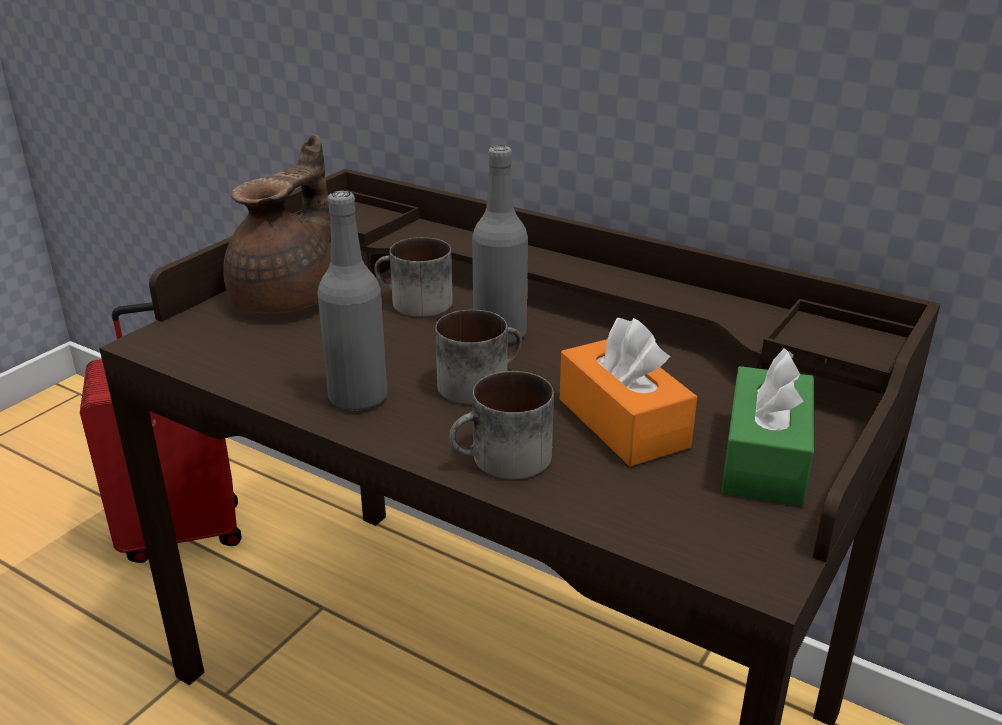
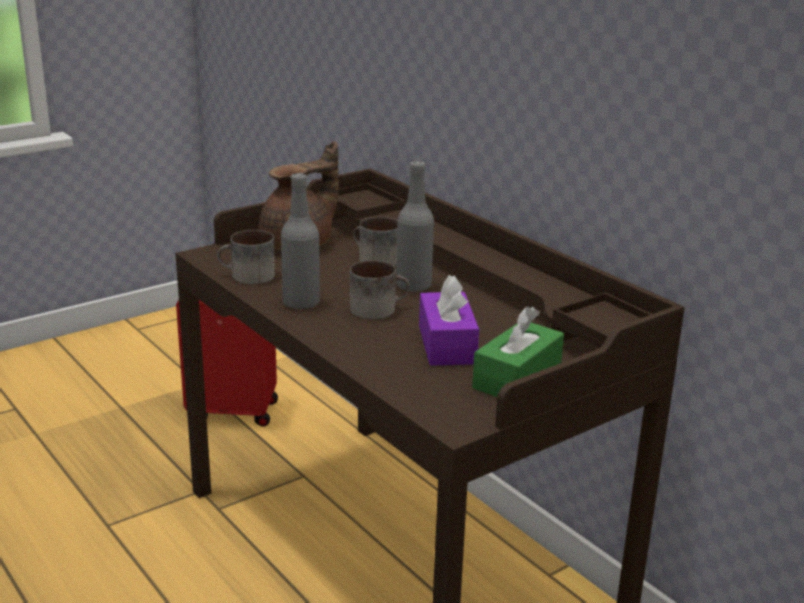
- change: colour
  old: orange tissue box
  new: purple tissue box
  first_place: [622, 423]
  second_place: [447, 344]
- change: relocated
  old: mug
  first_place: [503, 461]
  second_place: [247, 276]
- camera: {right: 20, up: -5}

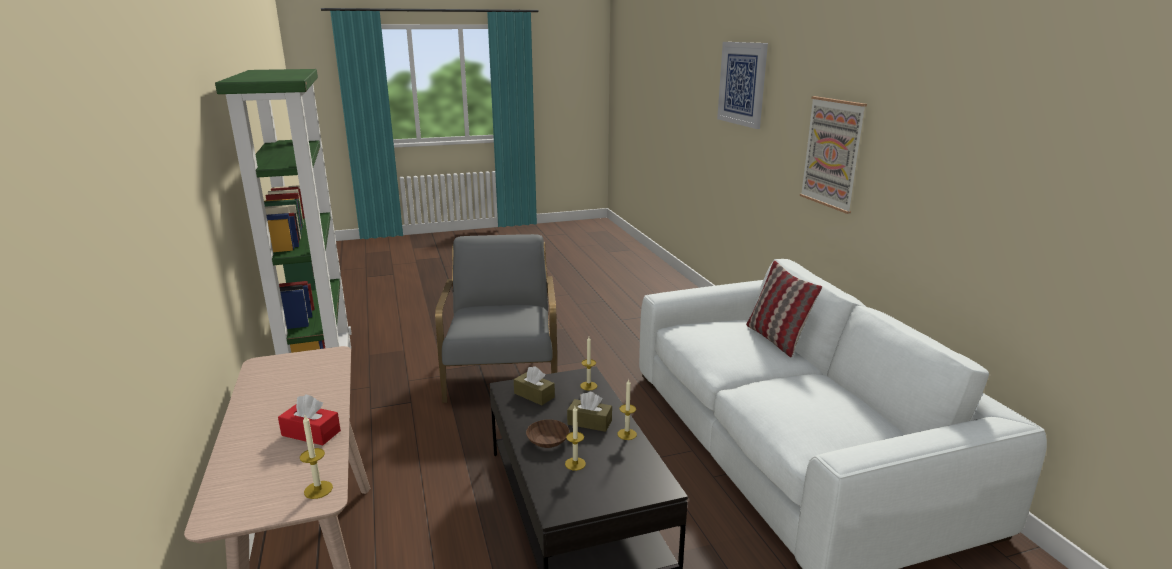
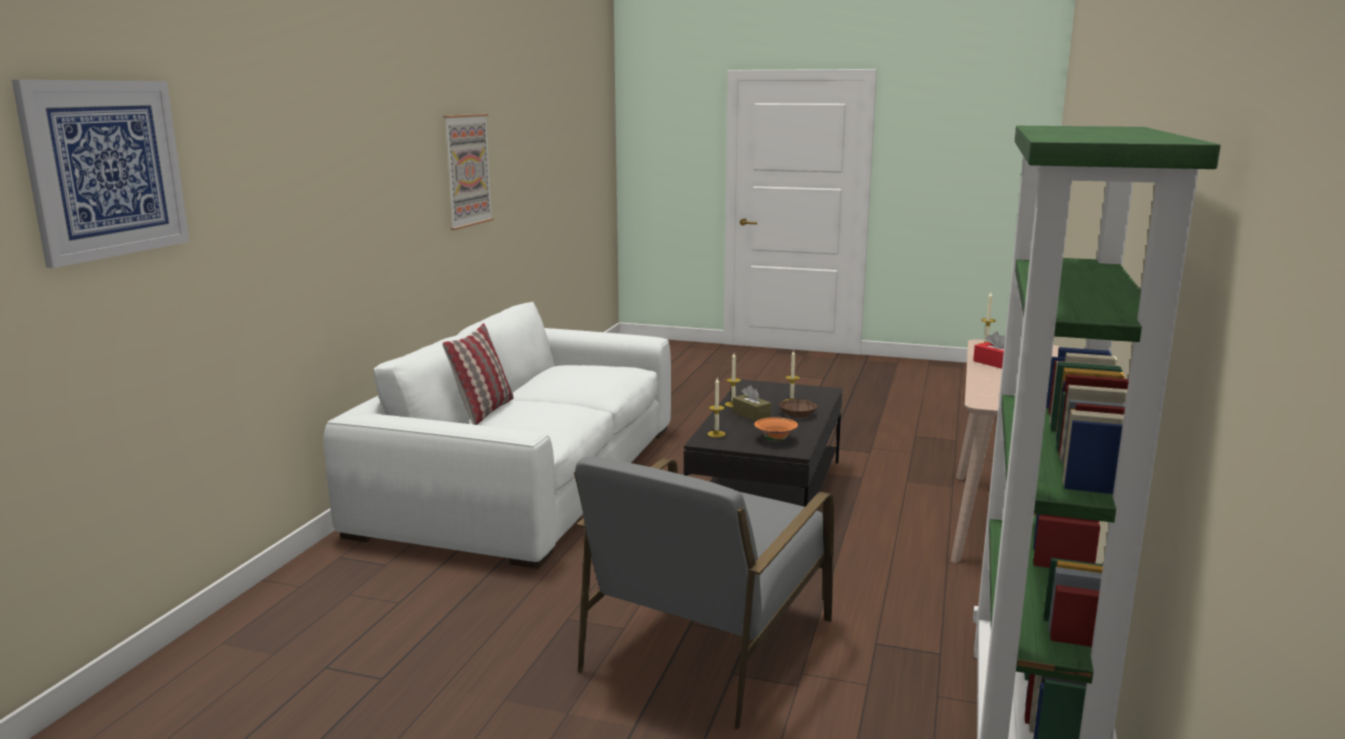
- change: relocated
  old: picture
  first_place: [832, 153]
  second_place: [467, 170]
- change: exchanged
  old: brown tissue box
  new: orange bowl
  first_place: [534, 395]
  second_place: [775, 440]
- camera: {right: -145, up: -5}

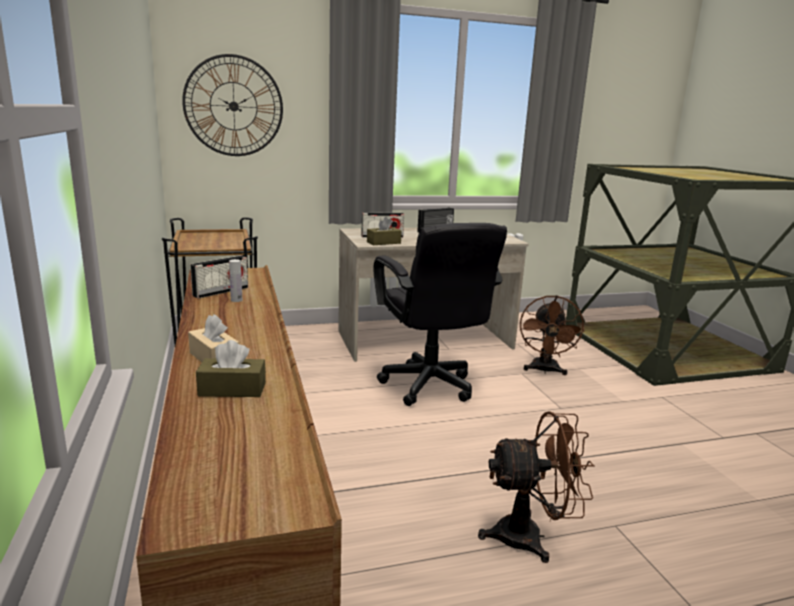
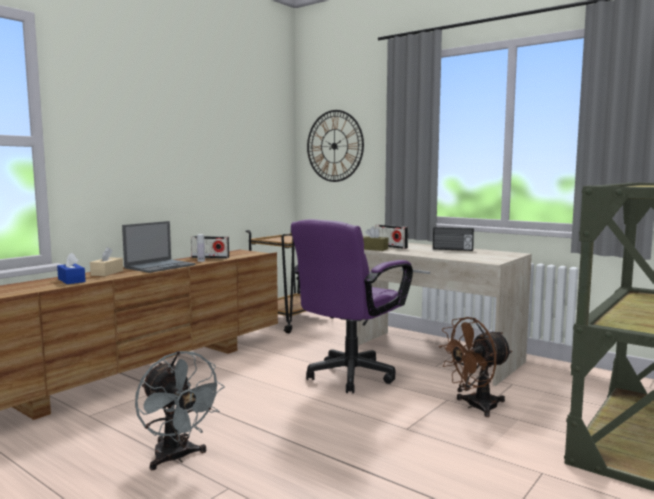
- change: colour
  old: black office chair
  new: purple office chair
  first_place: [431, 388]
  second_place: [348, 379]
- change: colour
  old: brown tissue box
  new: blue tissue box
  first_place: [232, 389]
  second_place: [71, 280]
- change: colour
  old: brown fan
  new: grey fan
  first_place: [530, 537]
  second_place: [177, 458]
- change: appeared
  new: laptop
  second_place: [160, 266]
- camera: {right: 55, up: -10}

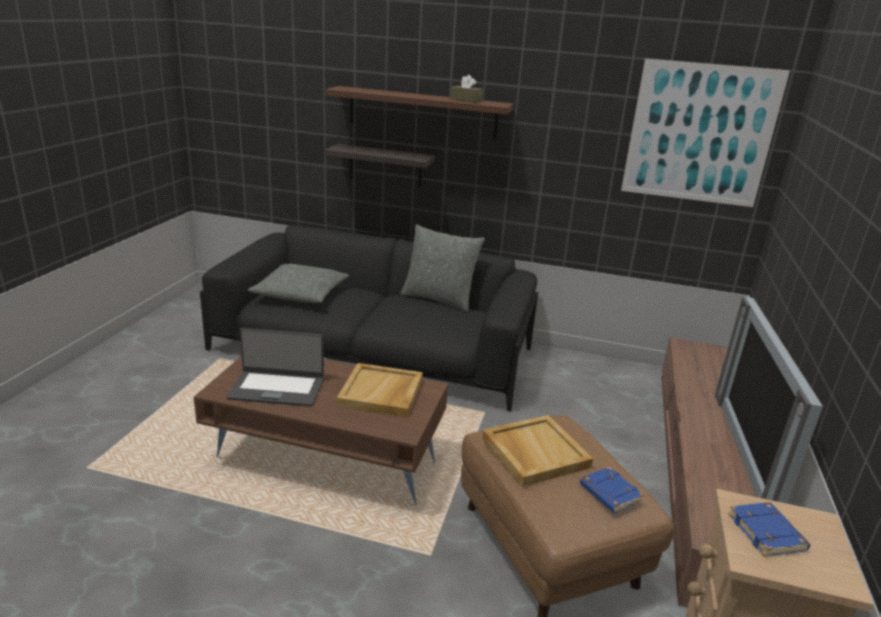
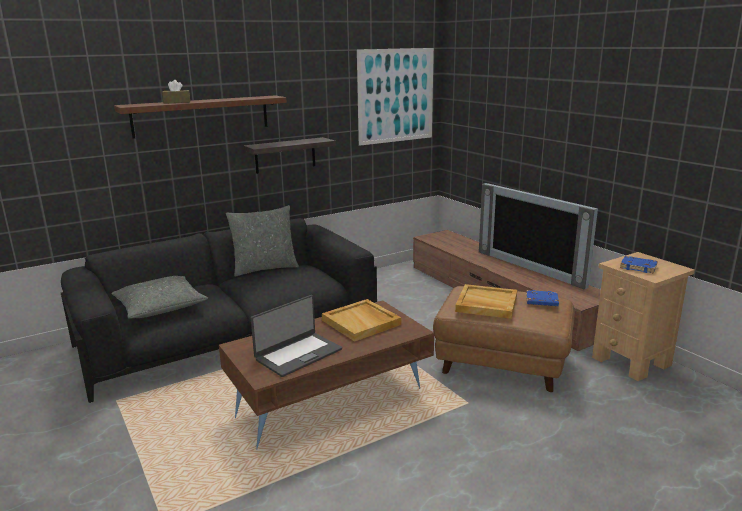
- change: relocated
  old: brown tissue box
  first_place: [466, 100]
  second_place: [177, 102]
- change: relocated
  old: shelf
  first_place: [385, 166]
  second_place: [285, 155]
- camera: {right: -45, up: -5}

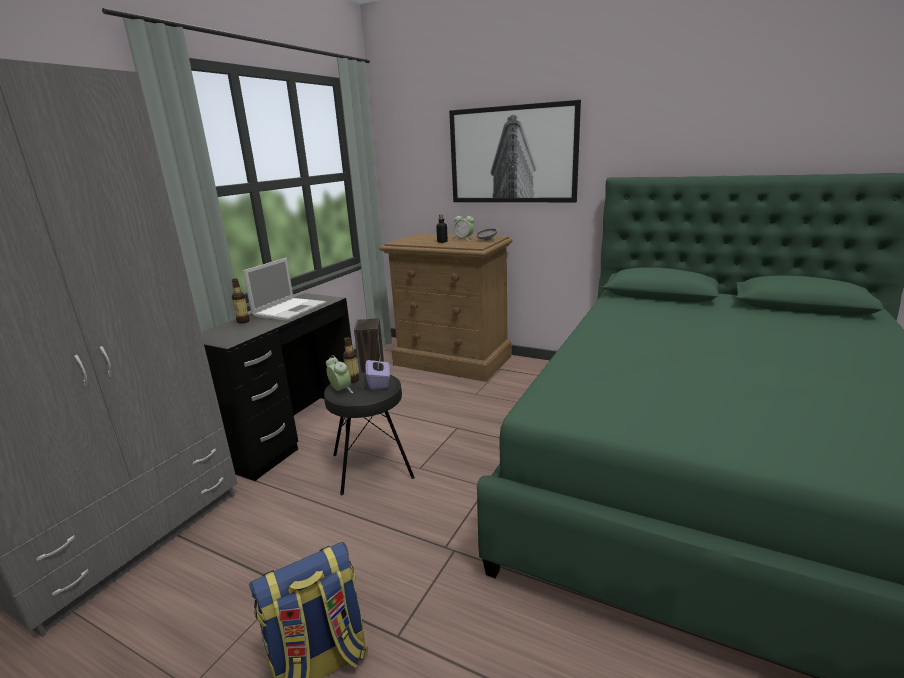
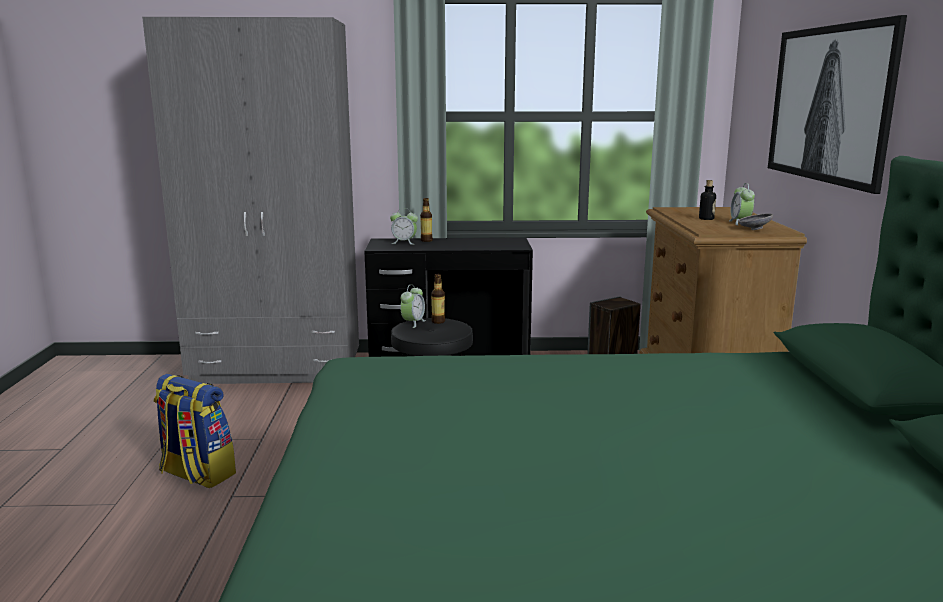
- change: missing
  old: laptop
  first_place: [290, 309]
- change: missing
  old: purple tissue box
  first_place: [379, 383]
- change: appeared
  new: alarm clock
  second_place: [404, 242]
- camera: {right: 60, up: -5}

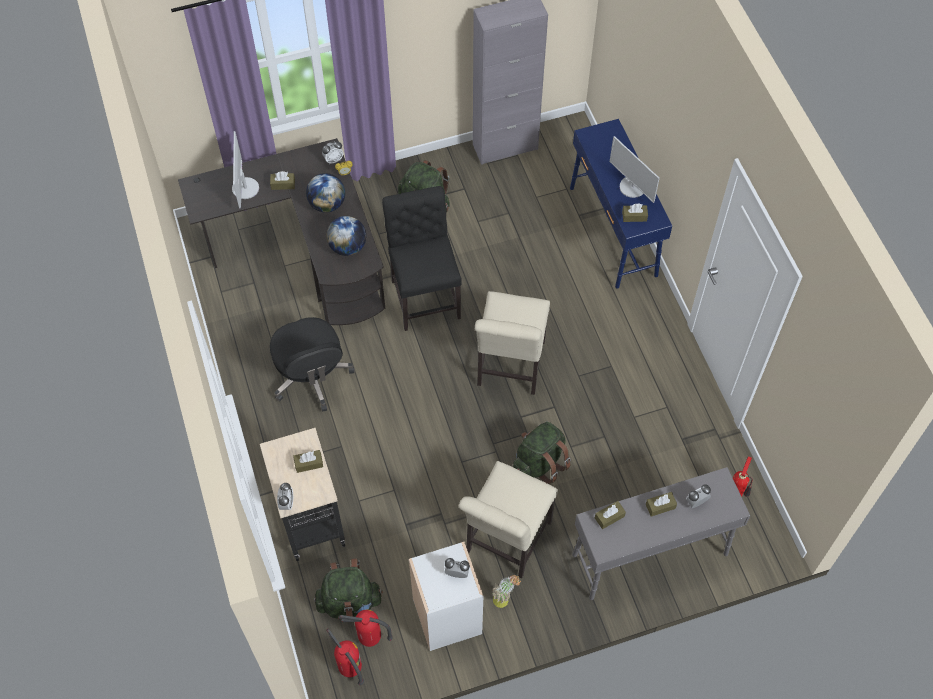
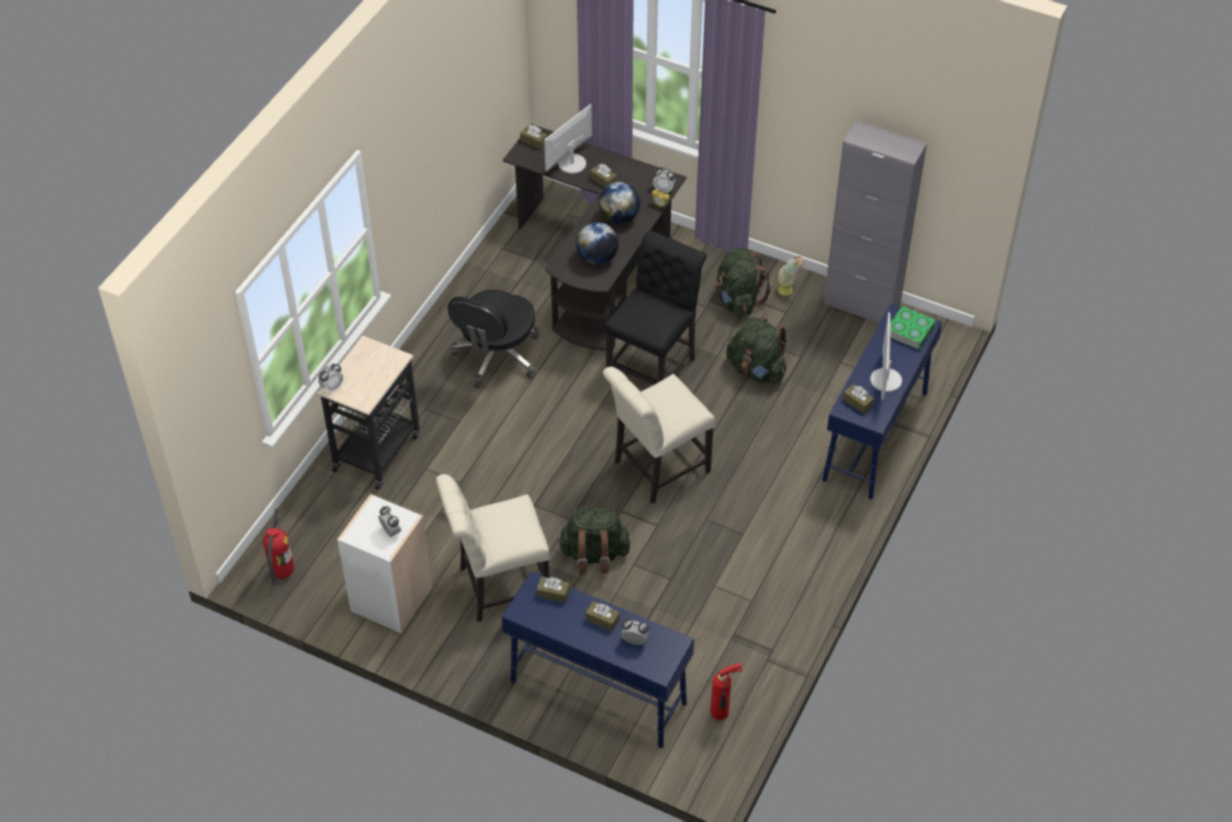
- change: relocated
  old: brown tissue box
  first_place: [309, 463]
  second_place: [534, 141]
- change: colour
  old: grey console table
  new: blue console table
  first_place: [649, 554]
  second_place: [598, 691]
- change: relocated
  old: green backpack
  first_place: [349, 601]
  second_place: [756, 370]
- change: relocated
  old: potted plant
  first_place: [504, 599]
  second_place: [788, 291]
- change: missing
  old: fire extinguisher
  first_place: [369, 639]
- change: appeared
  new: book
  second_place: [910, 331]
- camera: {right: 45, up: -10}

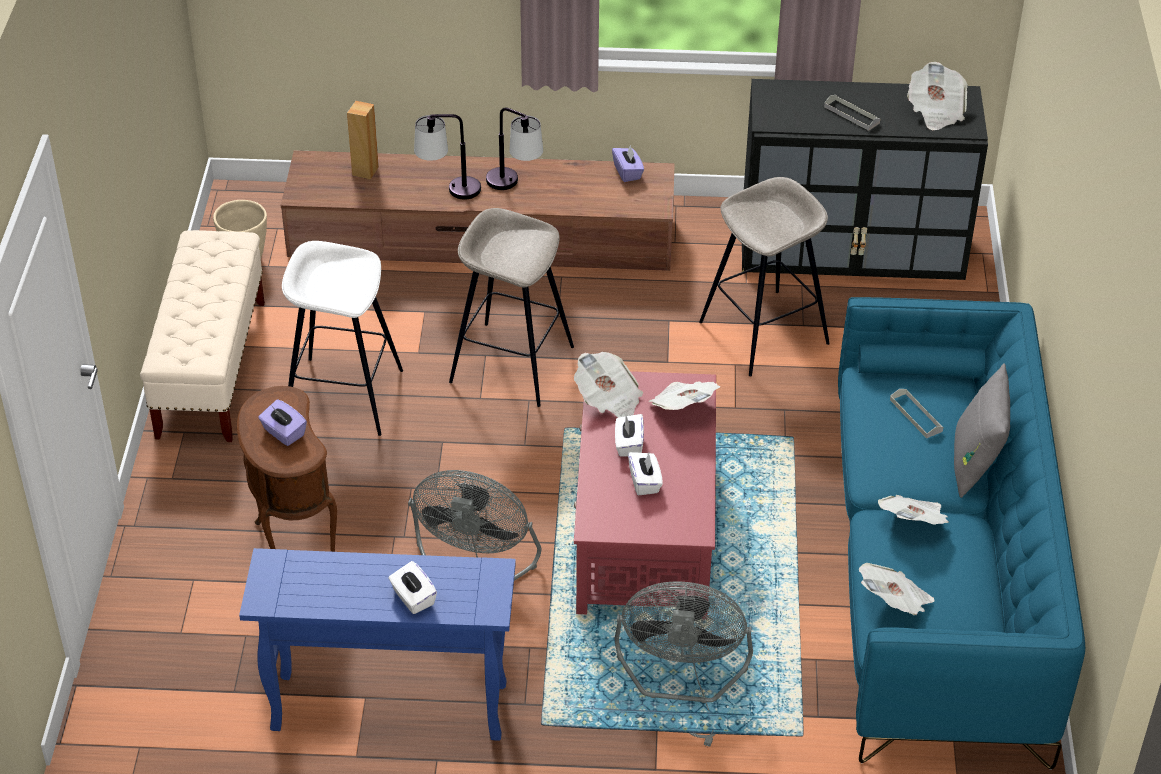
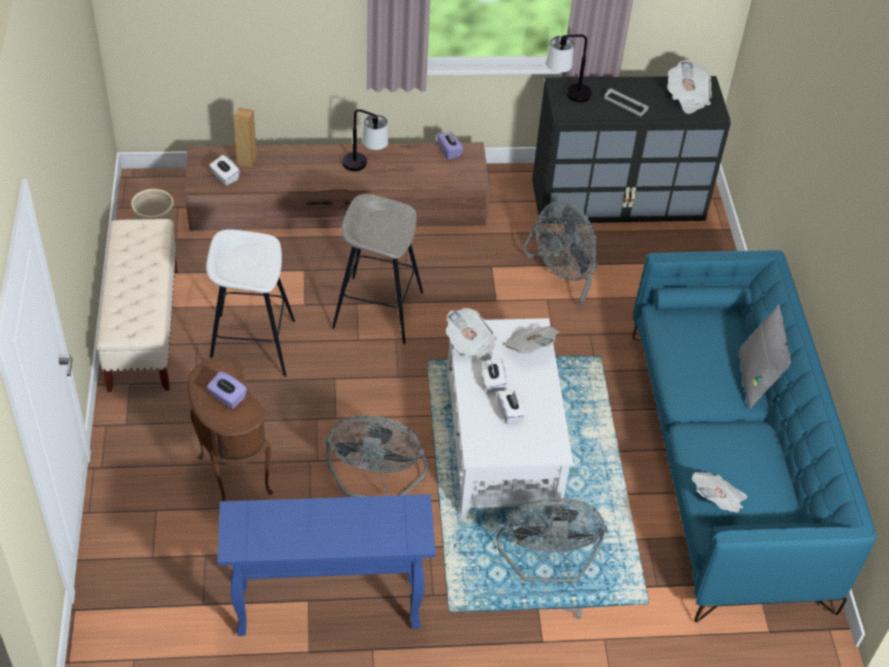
- change: relocated
  old: table lamp
  first_place: [449, 191]
  second_place: [566, 96]
- change: exchanged
  old: grey stool
  new: grey fan
  first_place: [764, 333]
  second_place: [565, 272]
- change: colour
  old: red coffee table
  new: white coffee table
  first_place: [644, 531]
  second_place: [501, 442]
- change: missing
  old: grey tray
  first_place: [916, 415]
- change: missing
  old: newspaper
  first_place: [913, 523]
- change: relocated
  old: white tissue box
  first_place: [413, 598]
  second_place: [225, 177]
- camera: {right: -10, up: 5}

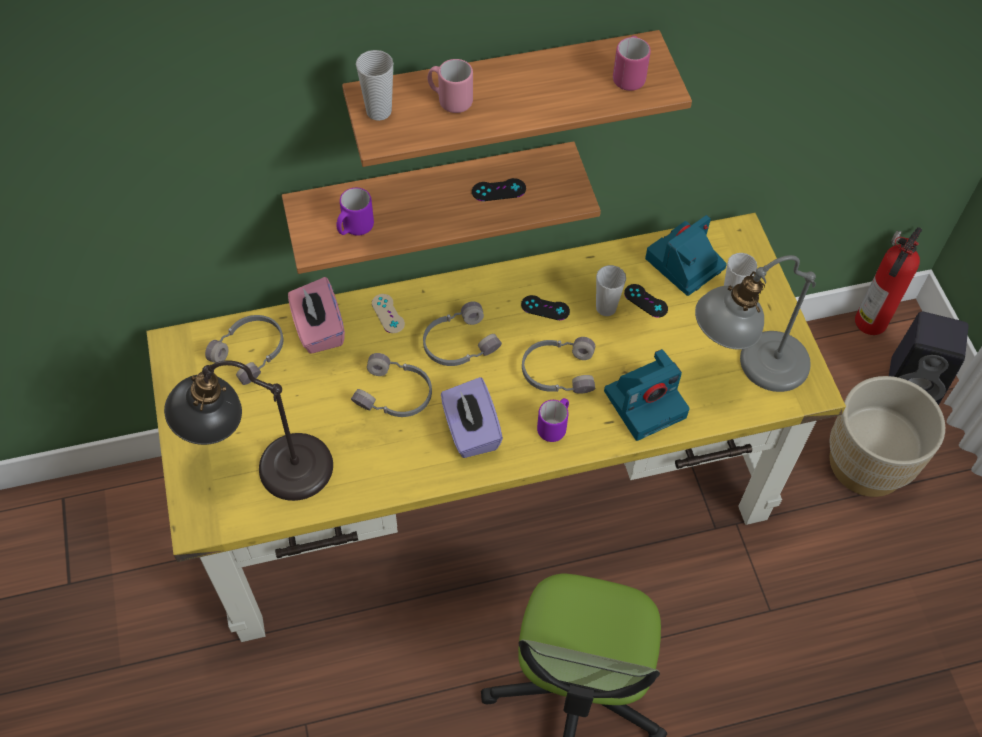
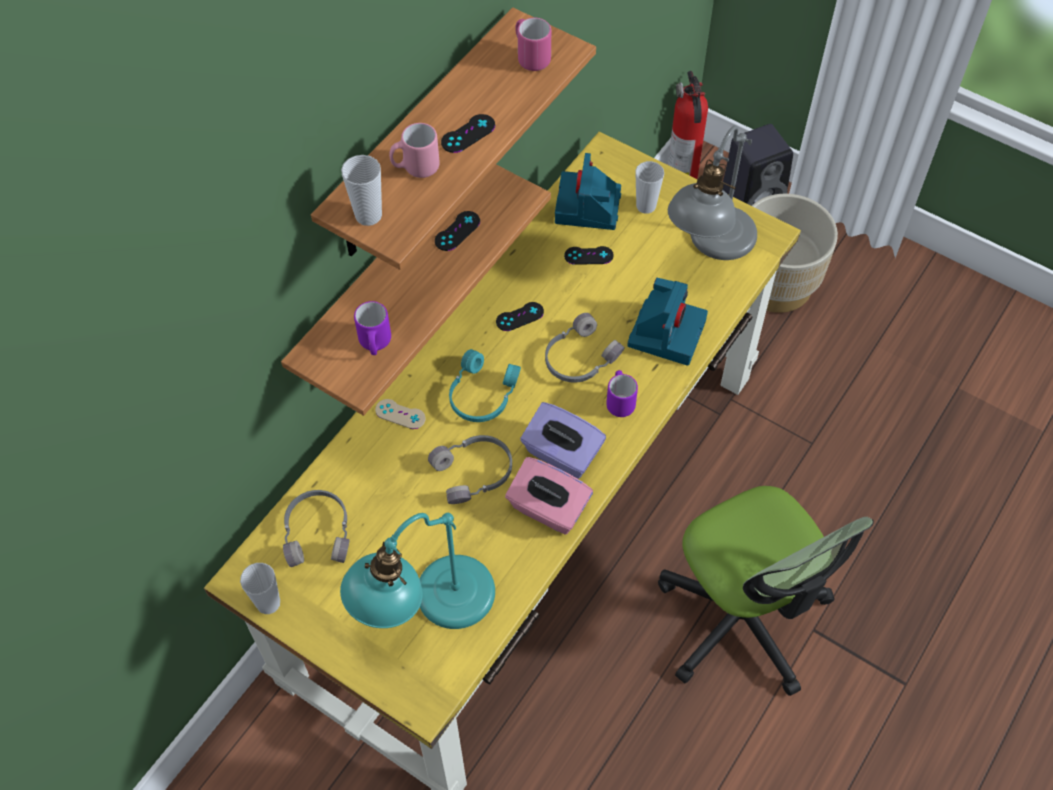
- change: relocated
  old: cup
  first_place: [606, 308]
  second_place: [268, 603]
- change: relocated
  old: pink tissue box
  first_place: [318, 329]
  second_place: [548, 509]
- change: colour
  old: grey headphones
  new: turquoise headphones
  first_place: [458, 343]
  second_place: [481, 394]
- change: colour
  old: grey table lamp
  new: turquoise table lamp
  first_place: [262, 466]
  second_place: [428, 614]
- change: appeared
  new: black game controller
  second_place: [468, 134]
- camera: {right: -40, up: 0}

